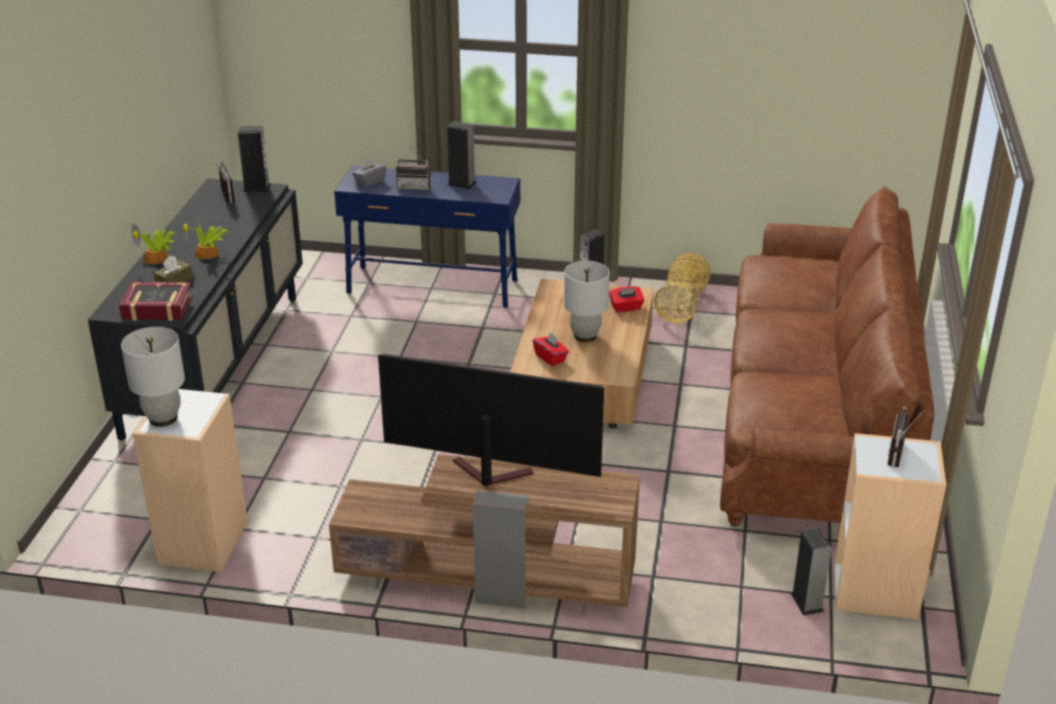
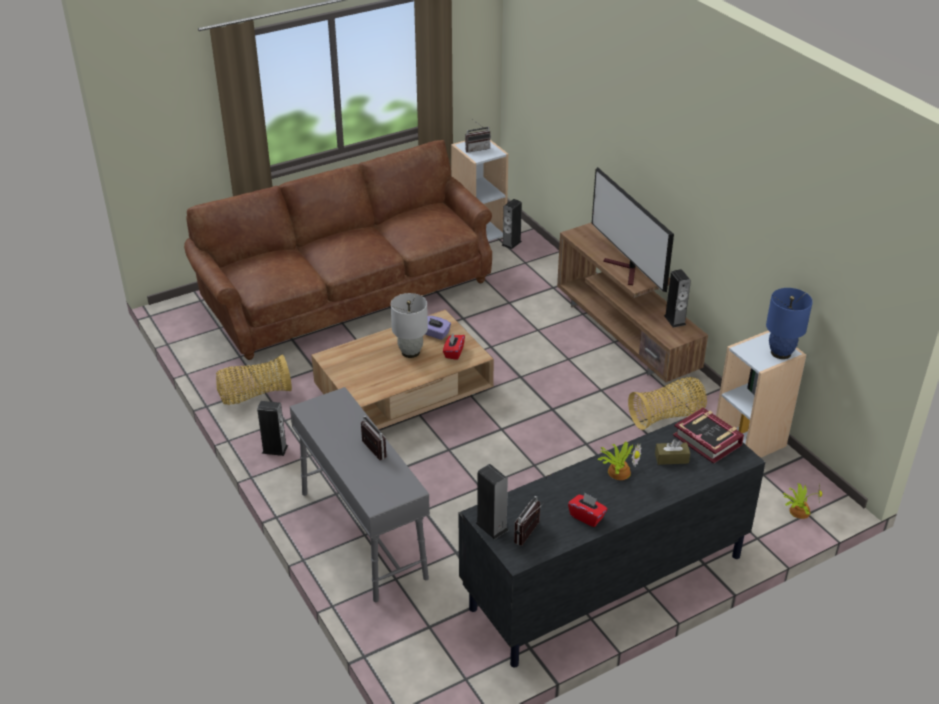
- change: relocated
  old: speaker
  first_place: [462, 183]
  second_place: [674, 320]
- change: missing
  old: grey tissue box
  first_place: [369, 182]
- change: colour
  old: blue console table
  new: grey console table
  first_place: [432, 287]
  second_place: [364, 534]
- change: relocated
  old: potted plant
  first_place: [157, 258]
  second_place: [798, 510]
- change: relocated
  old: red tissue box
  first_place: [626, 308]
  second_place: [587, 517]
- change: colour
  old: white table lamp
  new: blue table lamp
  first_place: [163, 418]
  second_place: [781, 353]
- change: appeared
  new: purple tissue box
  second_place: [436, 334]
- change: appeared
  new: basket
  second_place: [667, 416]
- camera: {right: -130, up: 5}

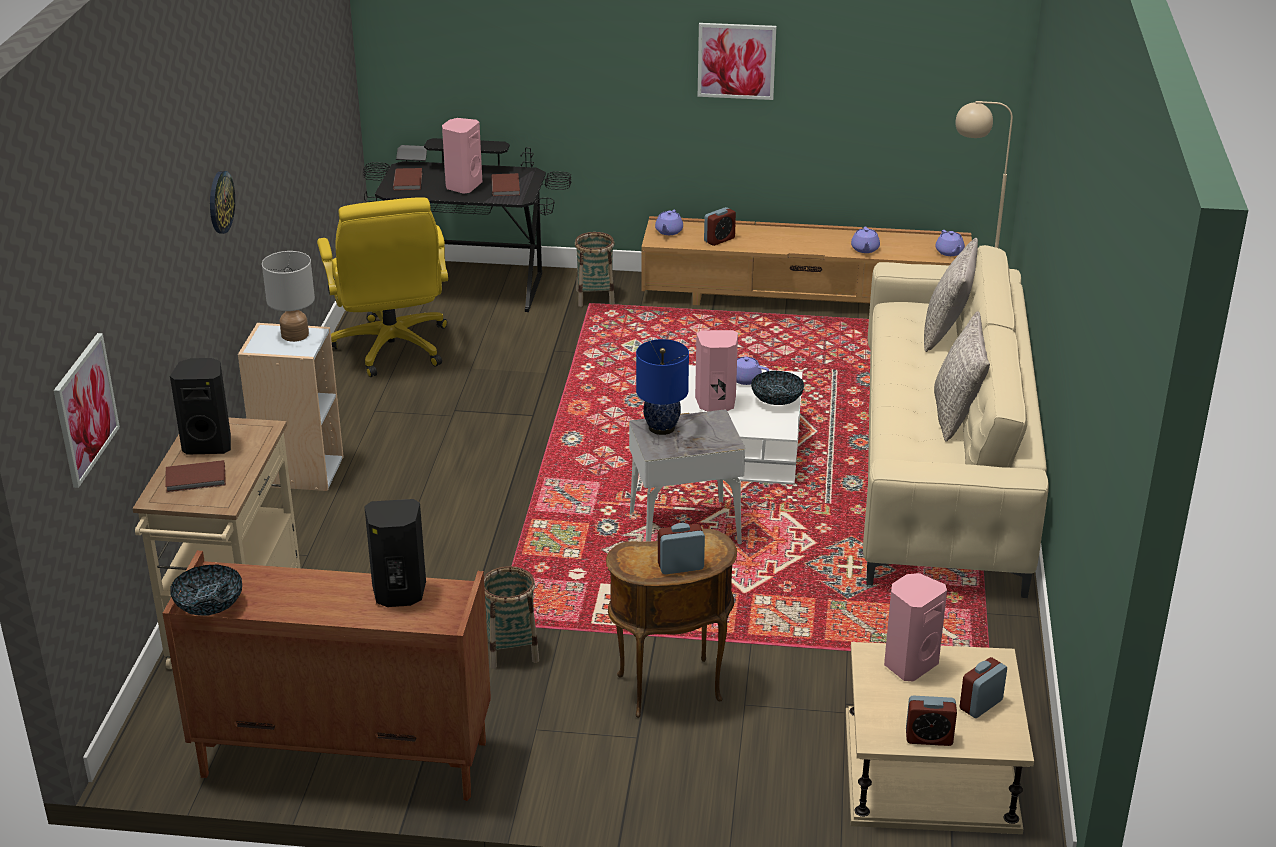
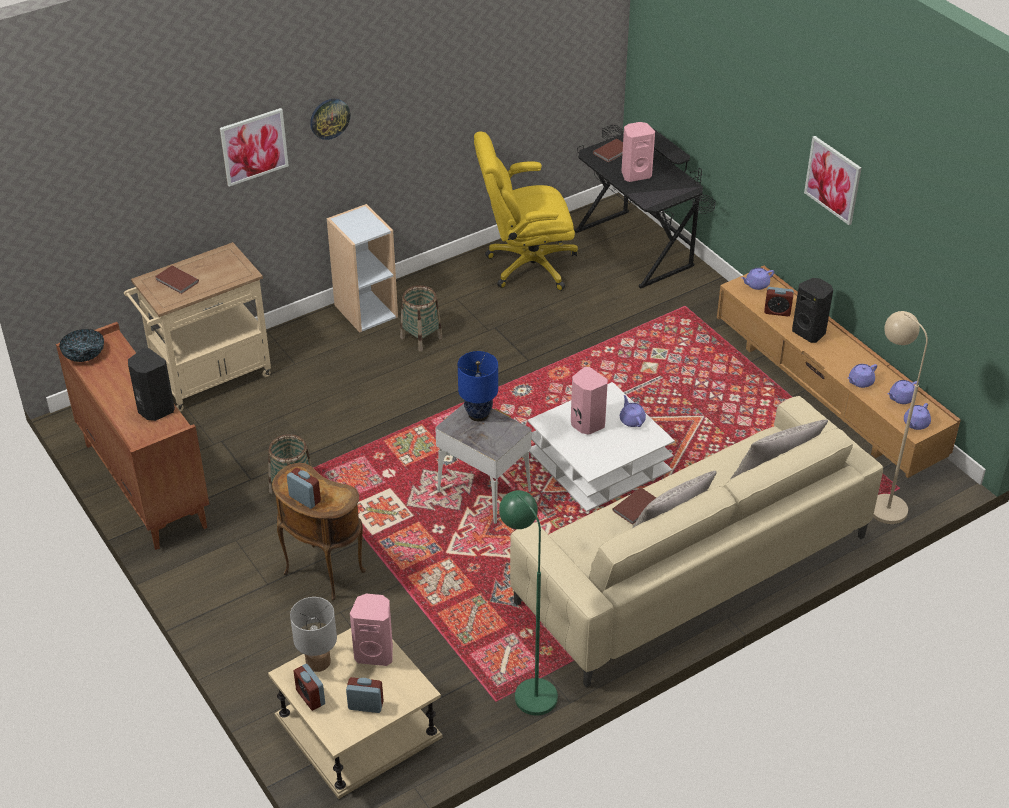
- change: relocated
  old: brown book
  first_place: [506, 186]
  second_place: [637, 507]
- change: spun
  old: yellow office chair
  first_place: [392, 351]
  second_place: [525, 266]
  degrees: 45
- change: relocated
  old: basket
  first_place: [595, 297]
  second_place: [421, 338]
- change: relocated
  old: grey table lamp
  first_place: [294, 335]
  second_place: [317, 662]
- change: relocated
  old: picture
  first_place: [85, 409]
  second_place: [254, 146]
- change: relocated
  old: black speaker
  first_place: [209, 444]
  second_place: [809, 332]
- change: missing
  old: bowl
  first_place: [777, 400]
- change: appeared
  new: purple teapot
  second_place: [901, 398]
- change: appeared
  new: green floor lamp
  second_place: [528, 689]
- camera: {right: 50, up: 10}

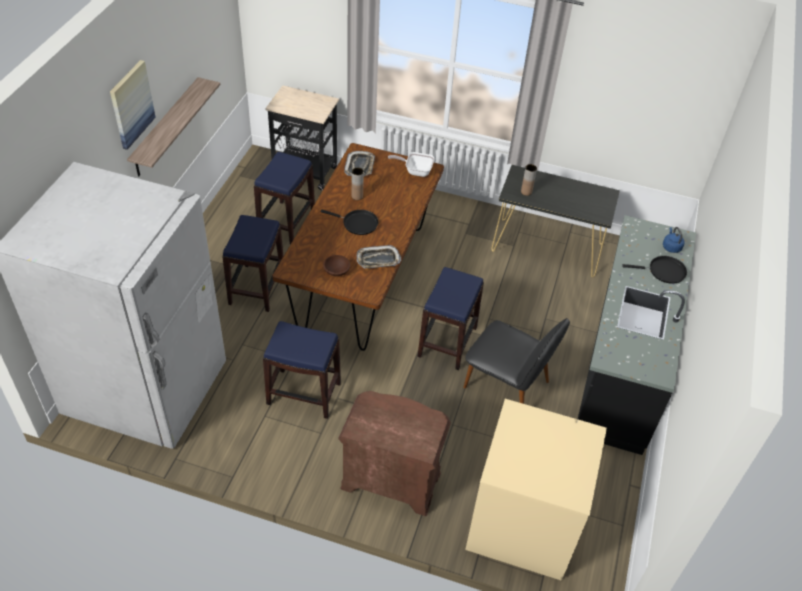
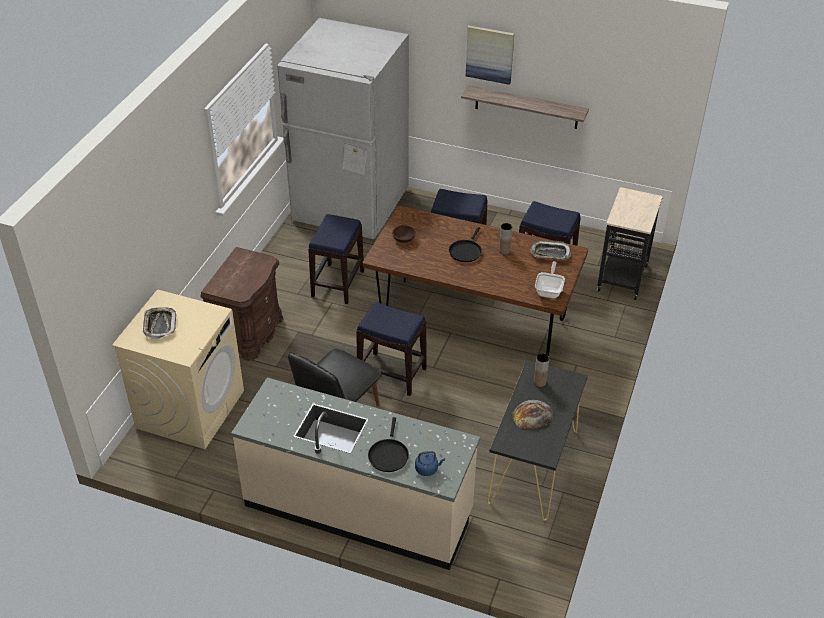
- change: colour
  old: black counter
  new: beige counter
  first_place: [621, 364]
  second_place: [359, 508]
- change: relocated
  old: tray
  first_place: [378, 260]
  second_place: [159, 325]
- change: appeared
  new: bread
  second_place: [532, 415]
- camera: {right: 95, up: -5}

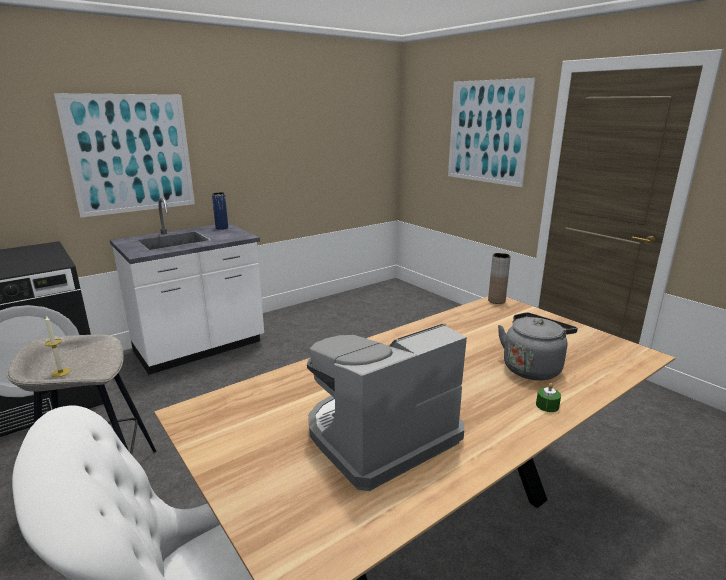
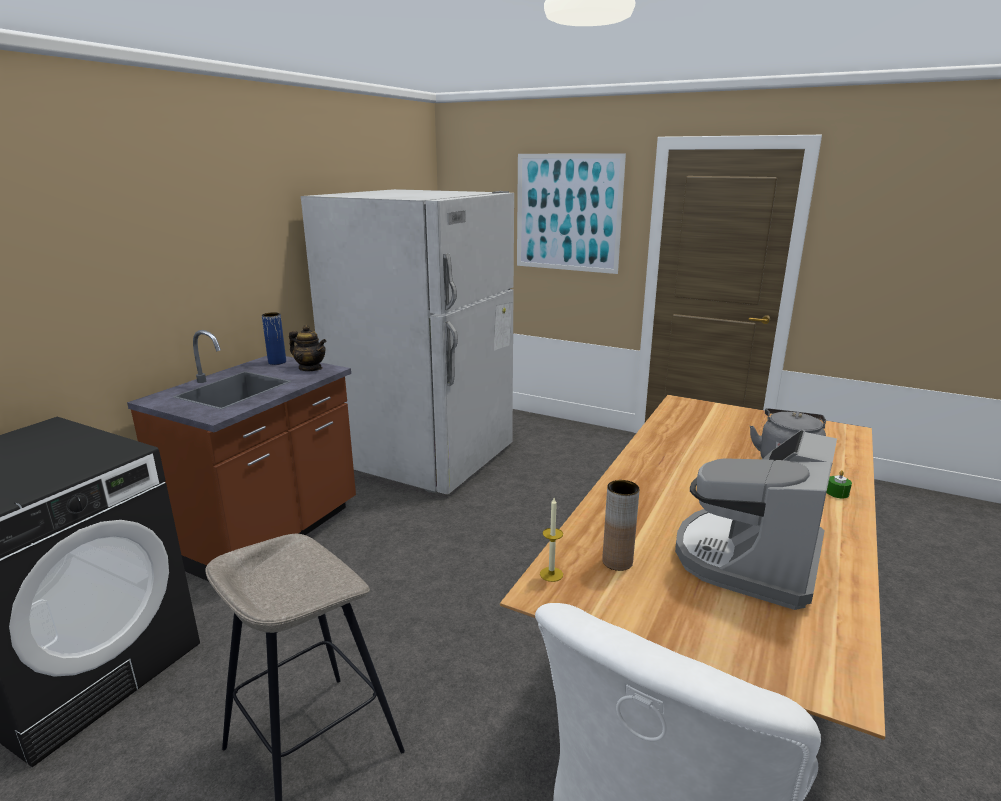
- change: missing
  old: picture
  first_place: [131, 154]
- change: colour
  old: white counter
  new: brown counter
  first_place: [200, 348]
  second_place: [270, 536]
- change: relocated
  old: brown vase
  first_place: [496, 301]
  second_place: [617, 562]
- change: relocated
  old: candle
  first_place: [61, 372]
  second_place: [551, 574]
- change: appeared
  new: white fridge
  second_place: [425, 455]
- change: appeared
  new: teapot
  second_place: [310, 368]
- camera: {right: -25, up: 0}

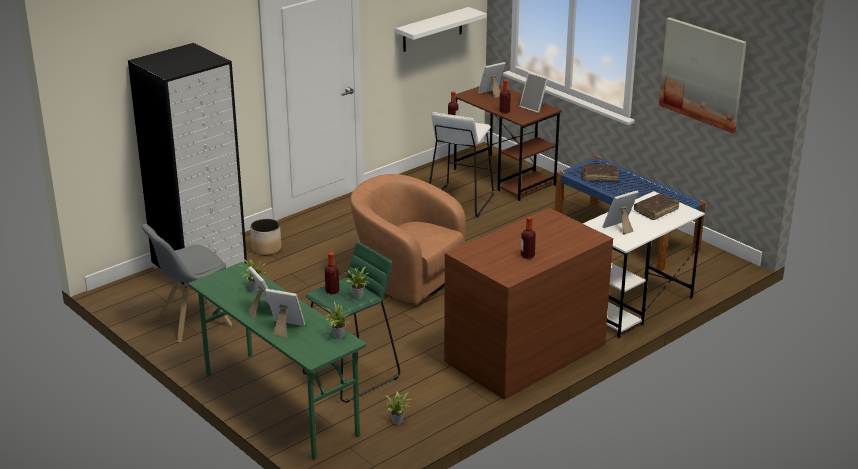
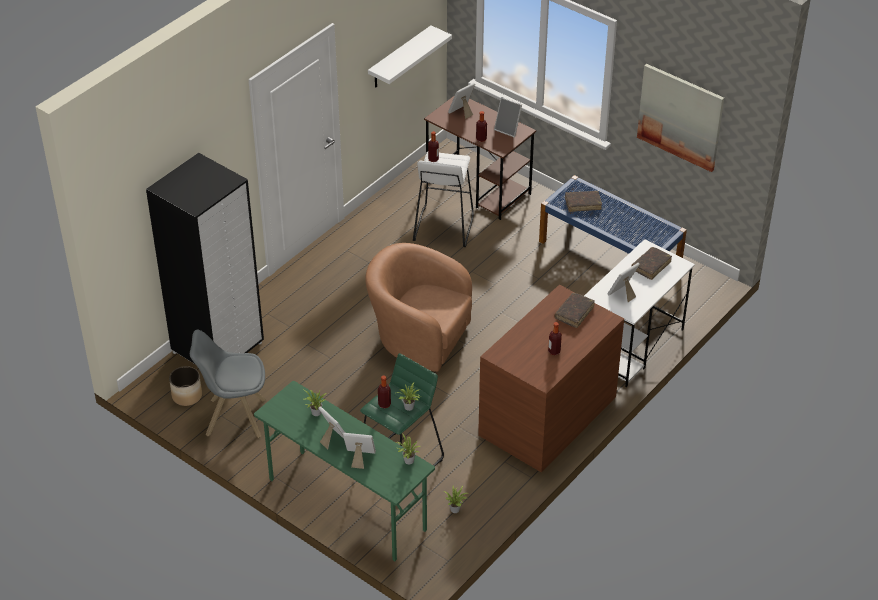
- change: relocated
  old: planter
  first_place: [266, 249]
  second_place: [187, 395]
- change: spun
  old: grey chair
  first_place: [193, 322]
  second_place: [235, 417]
  degrees: 45
- change: appeared
  new: brown book
  second_place: [574, 313]
- camera: {right: -10, up: 15}

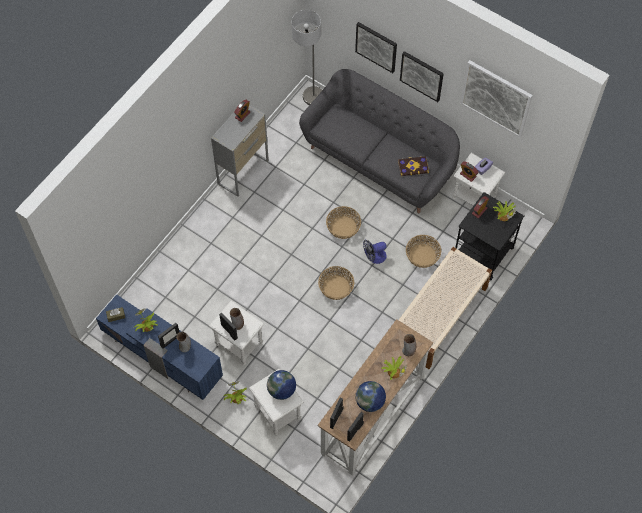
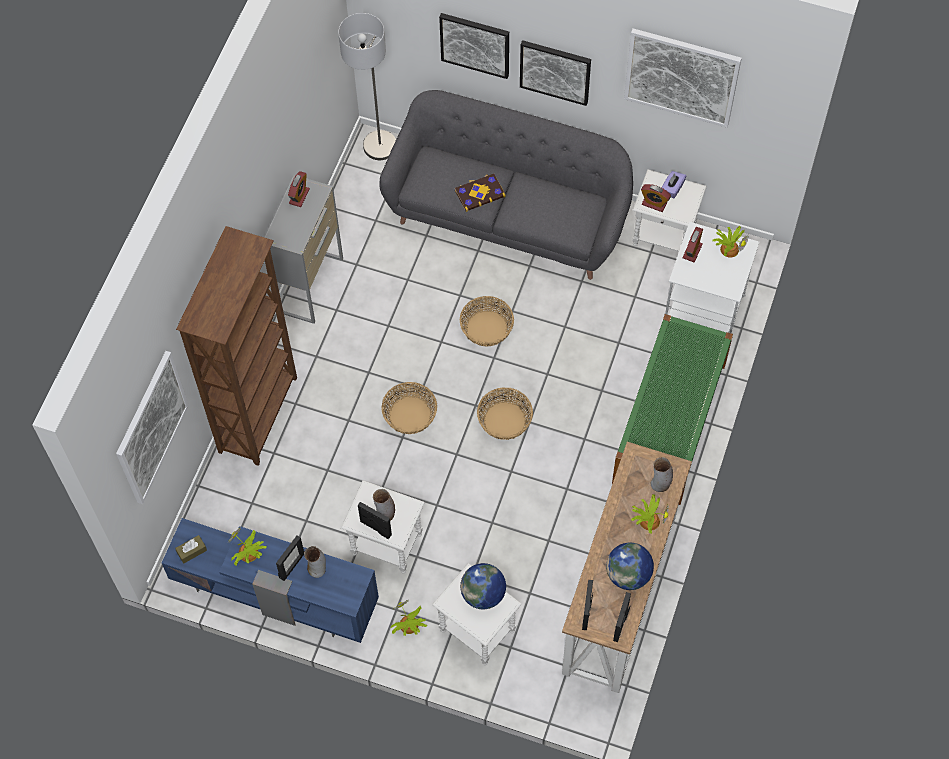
- change: relocated
  old: book
  first_place: [413, 166]
  second_place: [479, 193]
- change: colour
  old: black cart
  new: white cart
  first_place: [483, 253]
  second_place: [703, 314]
- change: relocated
  old: basket
  first_place: [422, 256]
  second_place: [410, 415]
- change: missing
  old: fan
  first_place: [374, 257]
- change: colour
  old: beige bench
  new: green bench
  first_place: [439, 316]
  second_place: [670, 423]
- change: appeared
  new: brown bookcase
  second_place: [259, 414]
- change: appeared
  new: picture
  second_place: [151, 427]
- camera: {right: -15, up: 0}

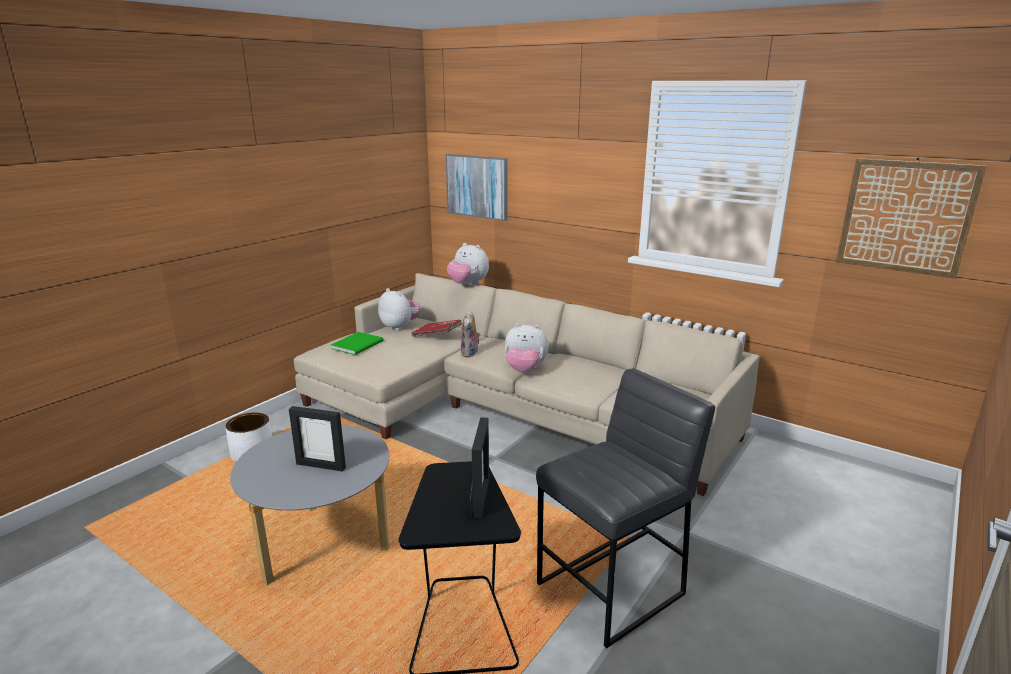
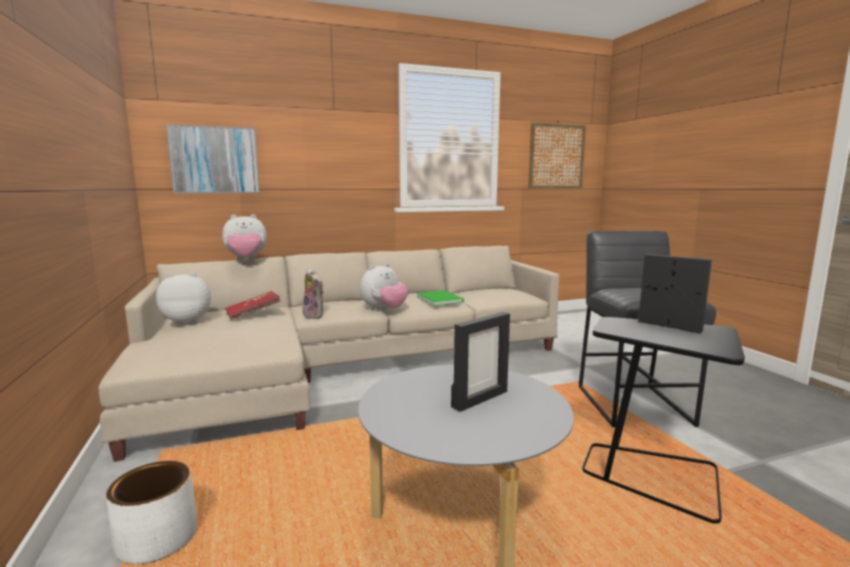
- change: relocated
  old: green book
  first_place: [359, 344]
  second_place: [440, 299]
- camera: {right: -55, up: -10}

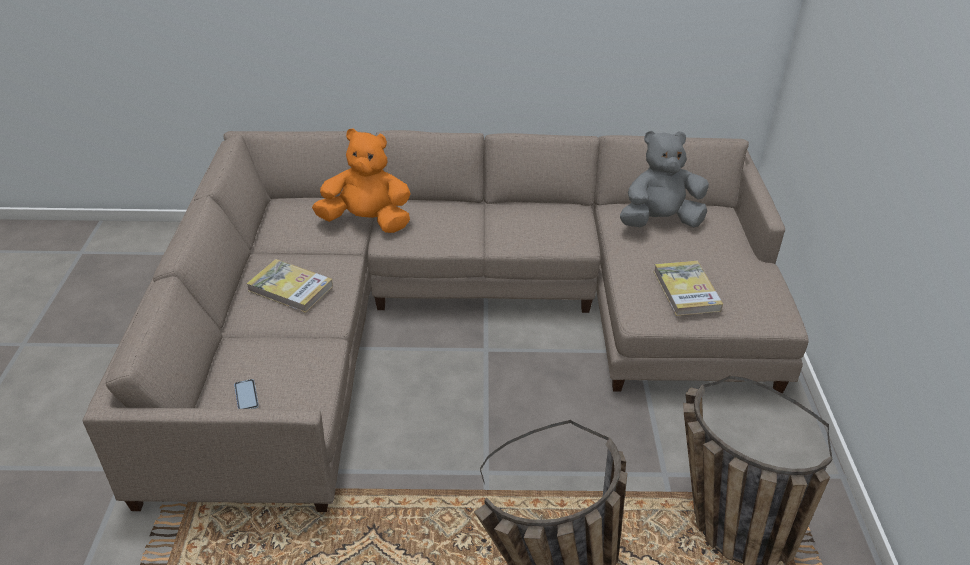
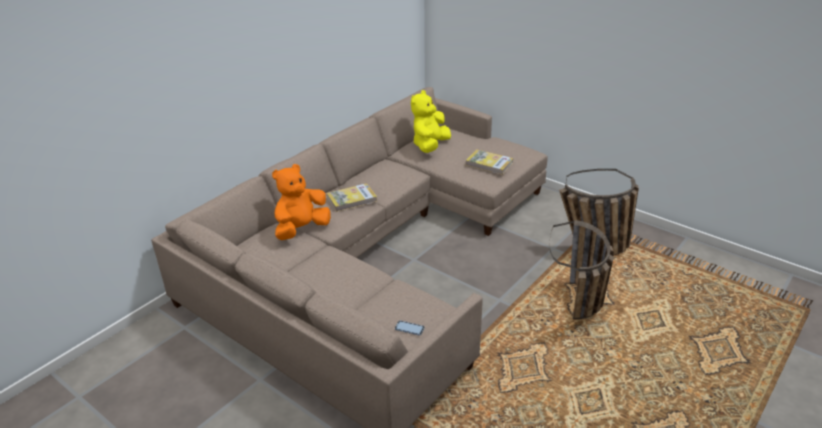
- change: colour
  old: grey plush toy
  new: yellow plush toy
  first_place: [659, 221]
  second_place: [430, 146]
- change: relocated
  old: book
  first_place: [290, 288]
  second_place: [352, 199]
- camera: {right: -50, up: -5}

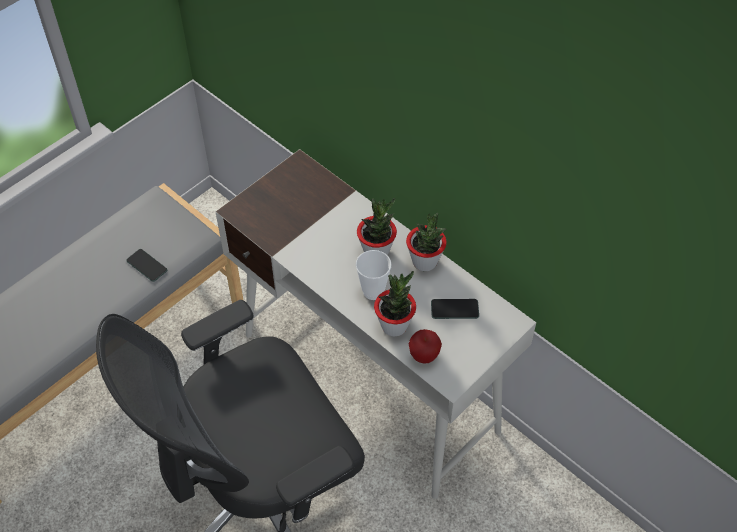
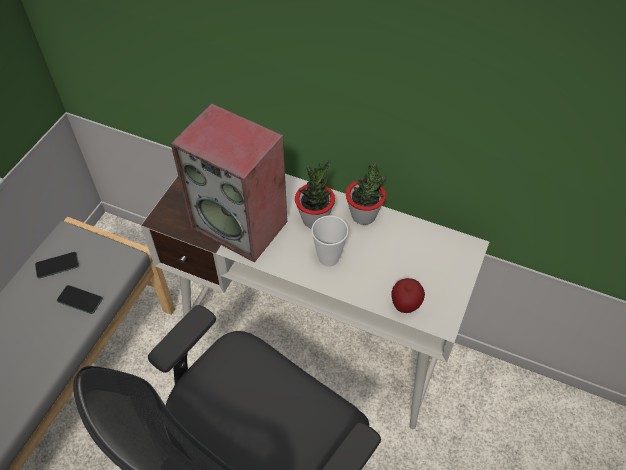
- change: missing
  old: potted plant
  first_place: [394, 325]
- change: relocated
  old: phone
  first_place: [454, 309]
  second_place: [57, 265]
- change: appeared
  new: speaker
  second_place: [241, 225]
- camera: {right: -20, up: 0}

